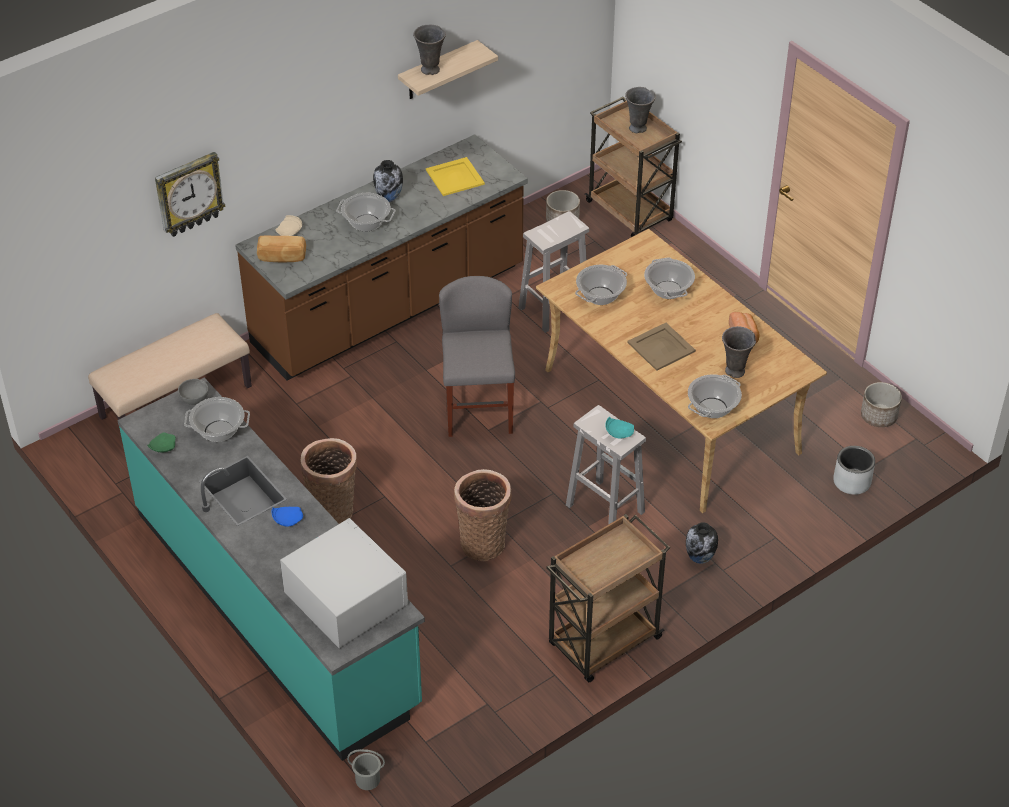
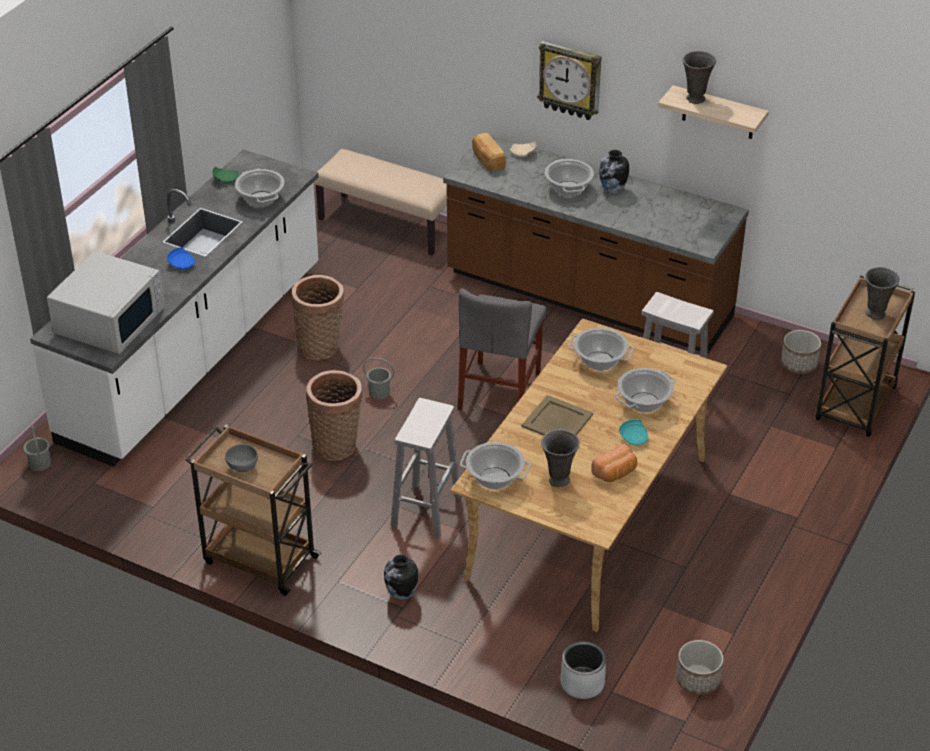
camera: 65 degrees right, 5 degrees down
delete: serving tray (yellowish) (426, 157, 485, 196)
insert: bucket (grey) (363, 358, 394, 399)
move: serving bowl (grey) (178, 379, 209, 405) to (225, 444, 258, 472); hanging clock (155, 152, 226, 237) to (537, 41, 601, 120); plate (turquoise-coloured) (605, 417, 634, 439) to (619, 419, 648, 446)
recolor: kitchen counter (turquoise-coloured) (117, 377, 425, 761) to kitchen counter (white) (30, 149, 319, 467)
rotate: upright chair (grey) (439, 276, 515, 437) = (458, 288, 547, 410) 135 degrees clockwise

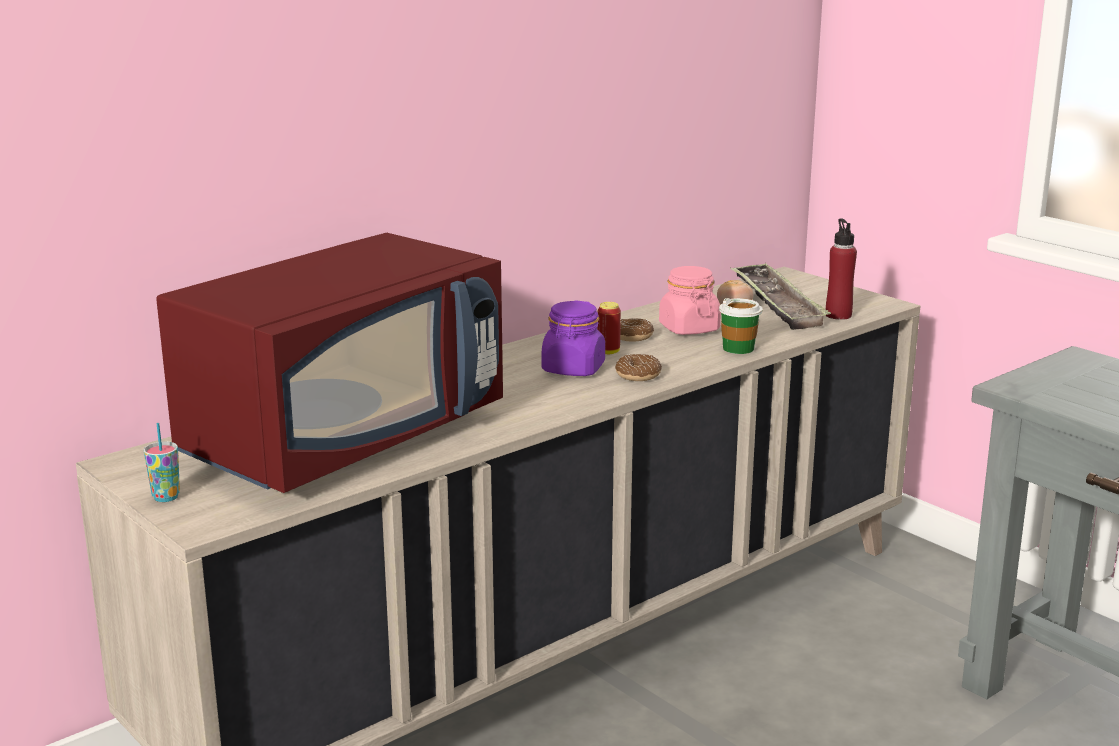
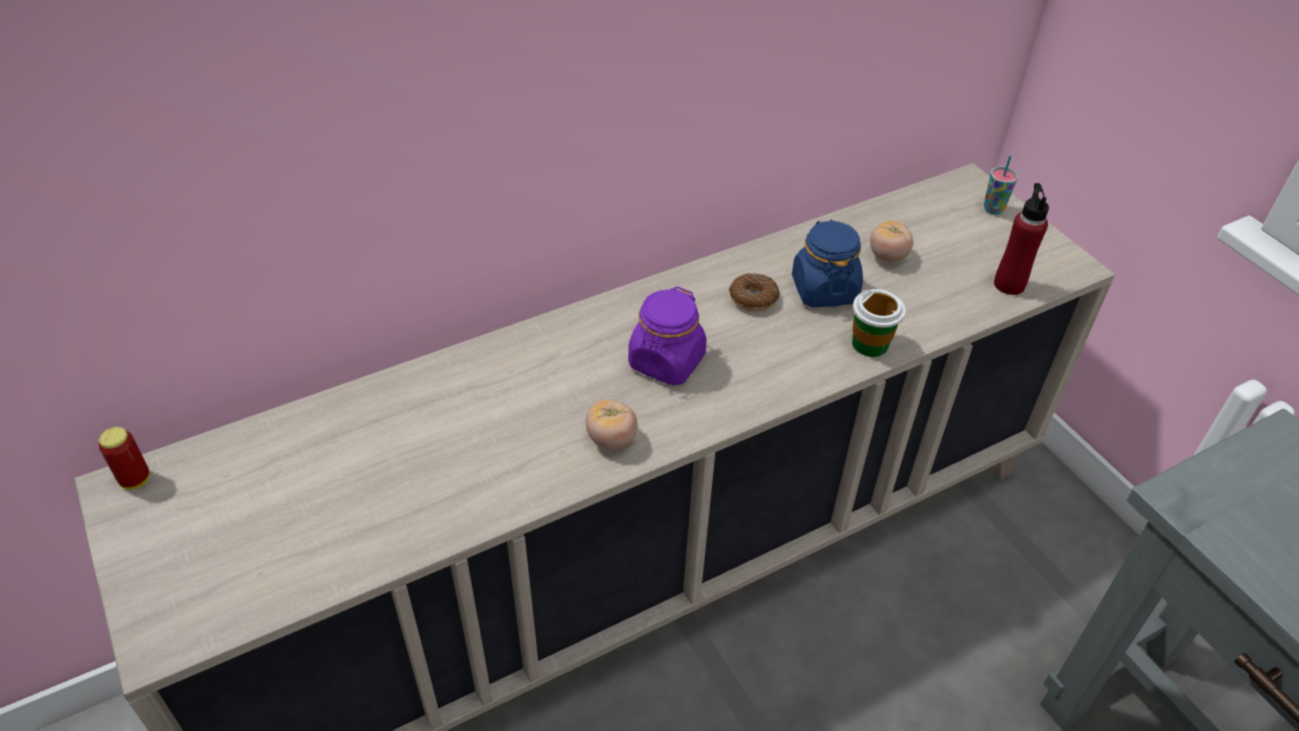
camera: 10 degrees right, 25 degrees up
delete: kitchen microwave (red-coloured) (156, 233, 503, 493); ring doughnut (615, 354, 662, 381); serving tray (730, 263, 831, 330)
insert: tomato (586, 399, 638, 450)
move: metal can (597, 302, 621, 354) to (99, 427, 150, 489); cup (143, 423, 180, 502) to (984, 156, 1018, 215)
recolor: preserve jar (pink-coloured) (659, 266, 721, 335) to preserve jar (bluish) (792, 219, 863, 308)

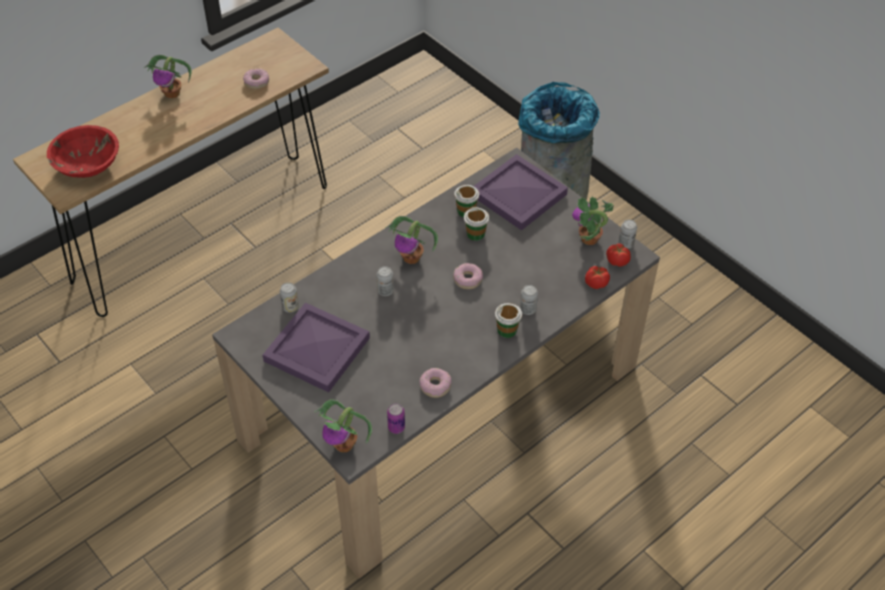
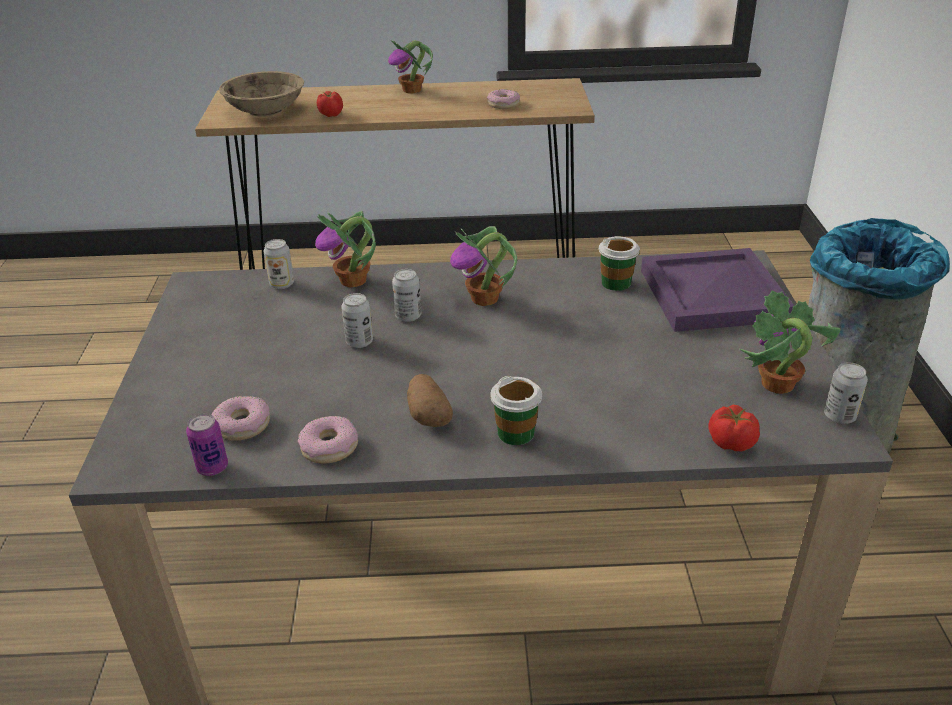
camera: 40 degrees right, 15 degrees down
delete: serving tray (purple) (263, 302, 370, 393); cup (464, 207, 489, 241)
insert: potato (407, 374, 453, 427)
move: ring doughnut (453, 263, 483, 289) to (212, 396, 270, 441); houseplant (315, 399, 372, 452) to (315, 211, 376, 287); tomato (606, 243, 631, 267) to (317, 91, 343, 117); metal can (520, 285, 538, 315) to (341, 293, 373, 348)
recolor: serving bowl (red-coloured) (47, 125, 119, 178) to serving bowl (sand-coloured) (219, 71, 304, 117)

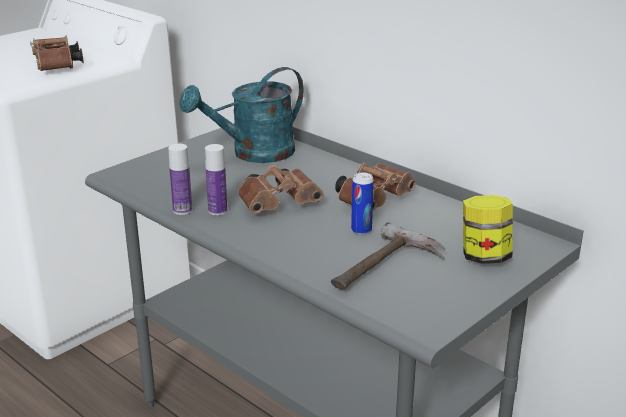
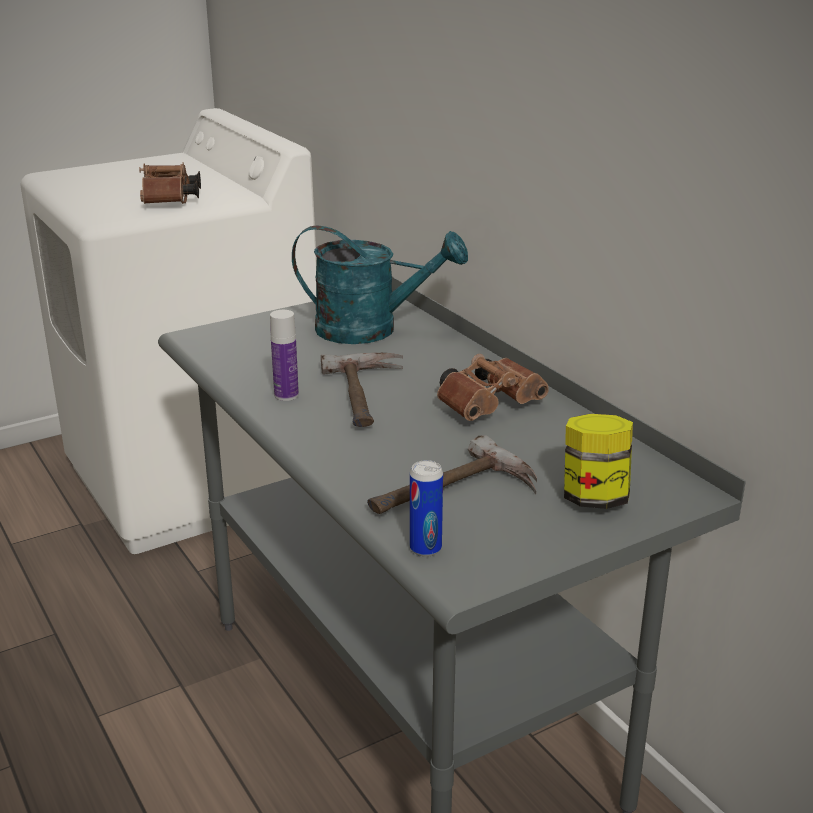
camera: 15 degrees right, 0 degrees up
delete: drink bottle (168, 144, 192, 215)
move: metal can (351, 172, 374, 235) to (410, 460, 443, 557)
replace: pair of binoculars (brown) (238, 164, 324, 214) to hammer (321, 353, 403, 427)
rotate: watering can (turquoise-coloured) (179, 67, 304, 163) = (292, 225, 468, 344) 150 degrees counterclockwise

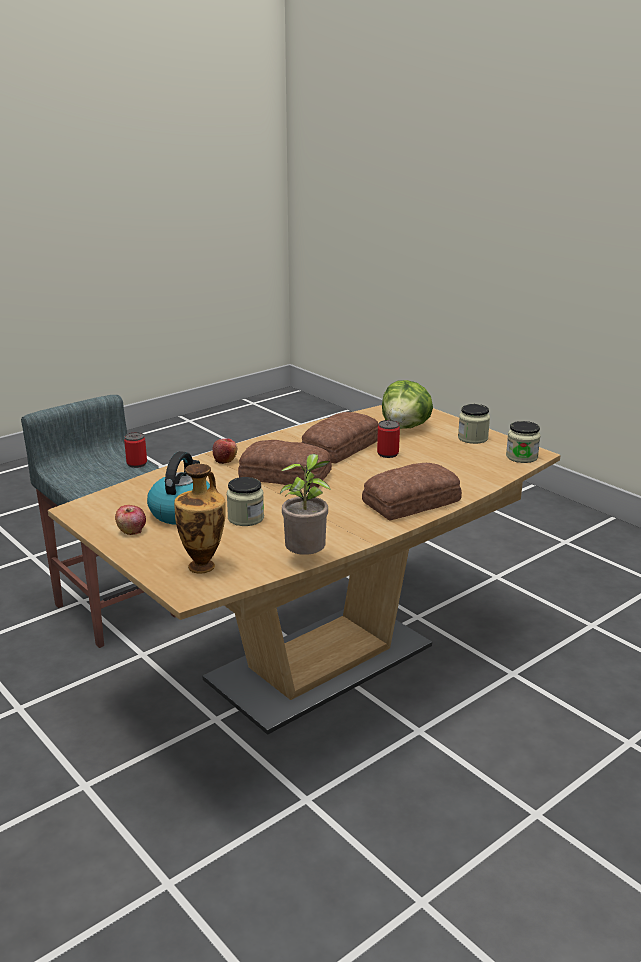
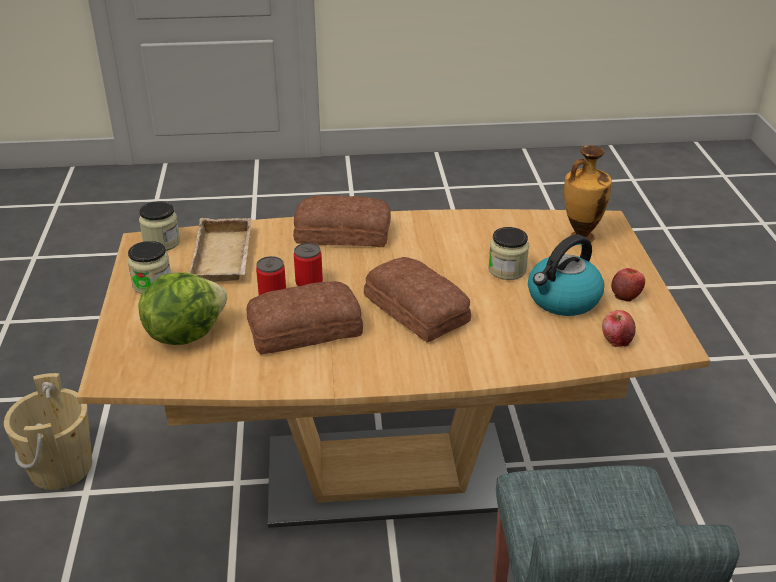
camera: 145 degrees left, 10 degrees up
delete: houseplant (280, 454, 331, 555)
insert: bucket (sand-coloured) (4, 373, 92, 490); serving tray (sand-coloured) (189, 218, 252, 282)
move: metal can (124, 432, 147, 468) to (294, 243, 323, 286); whole apple (212, 439, 237, 464) to (602, 310, 636, 347)

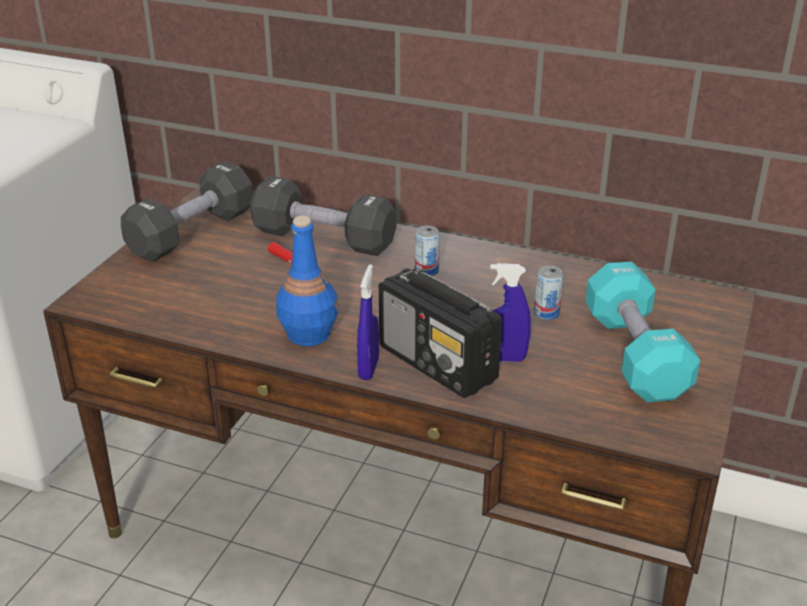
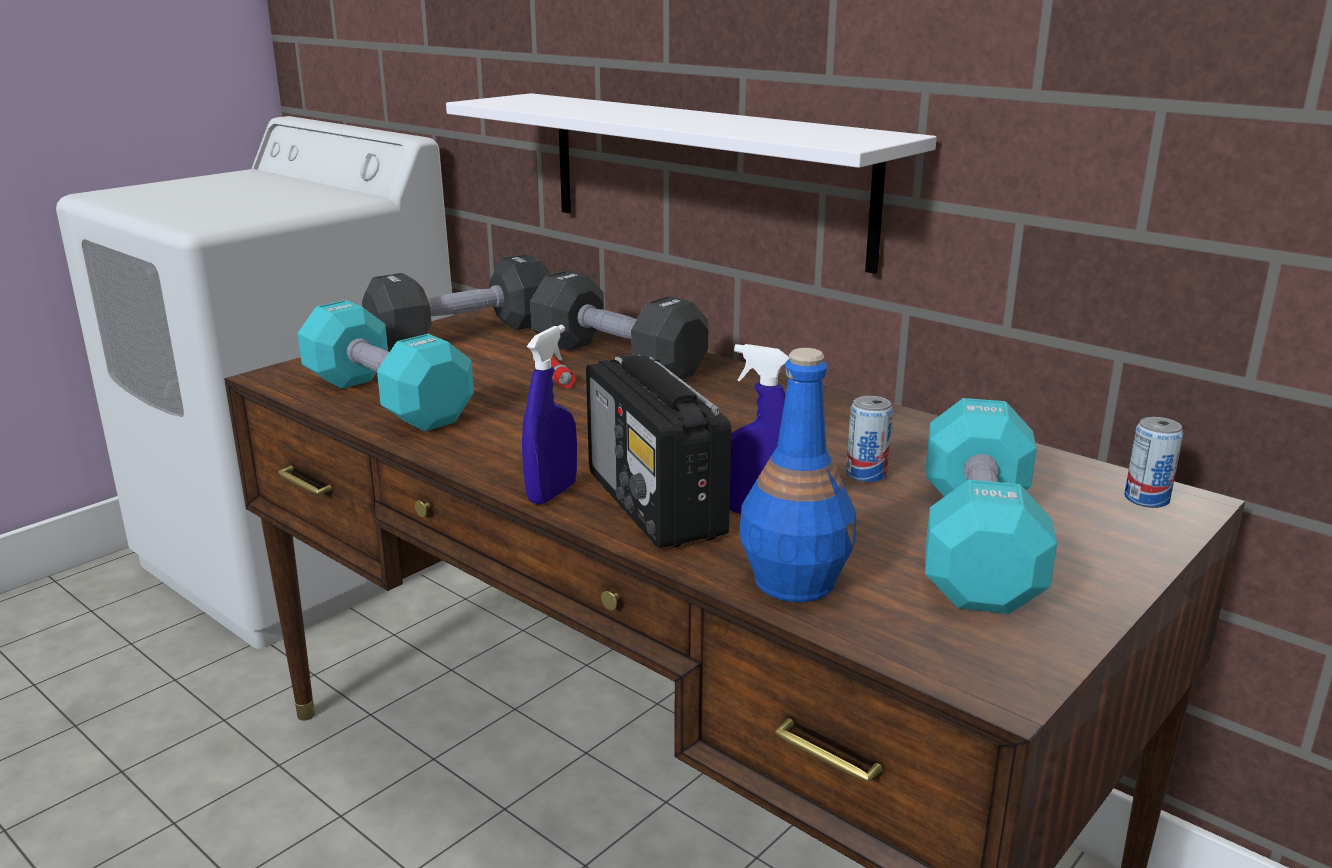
camera: 20 degrees right, 10 degrees down
insert: free weight (turquoise-coloured) (298, 300, 474, 432); shelf (white) (446, 93, 937, 274)
move: drink bottle (bluish) (276, 216, 338, 346) to (739, 348, 856, 602); metal can (415, 226, 440, 276) to (1124, 417, 1184, 508)

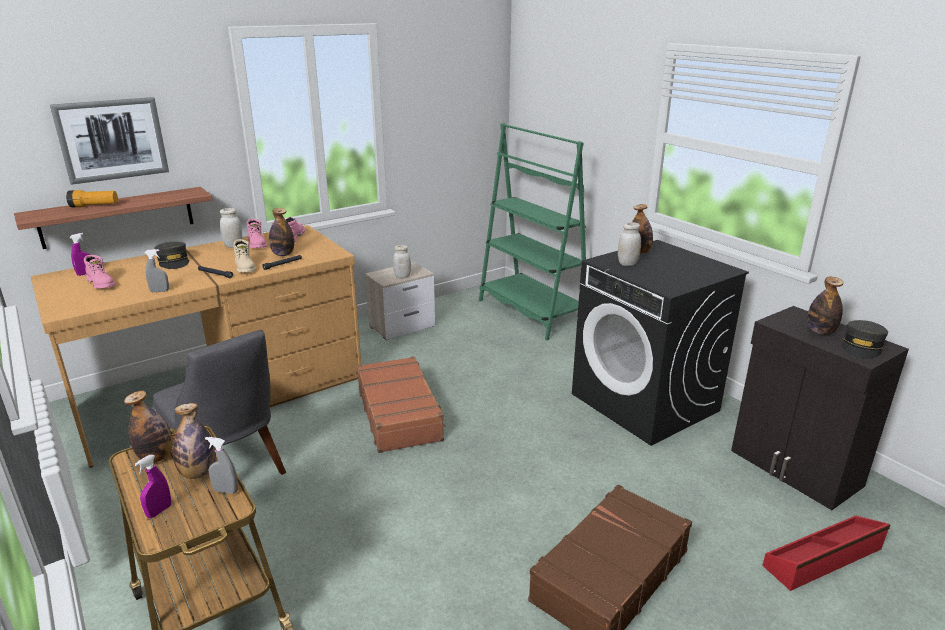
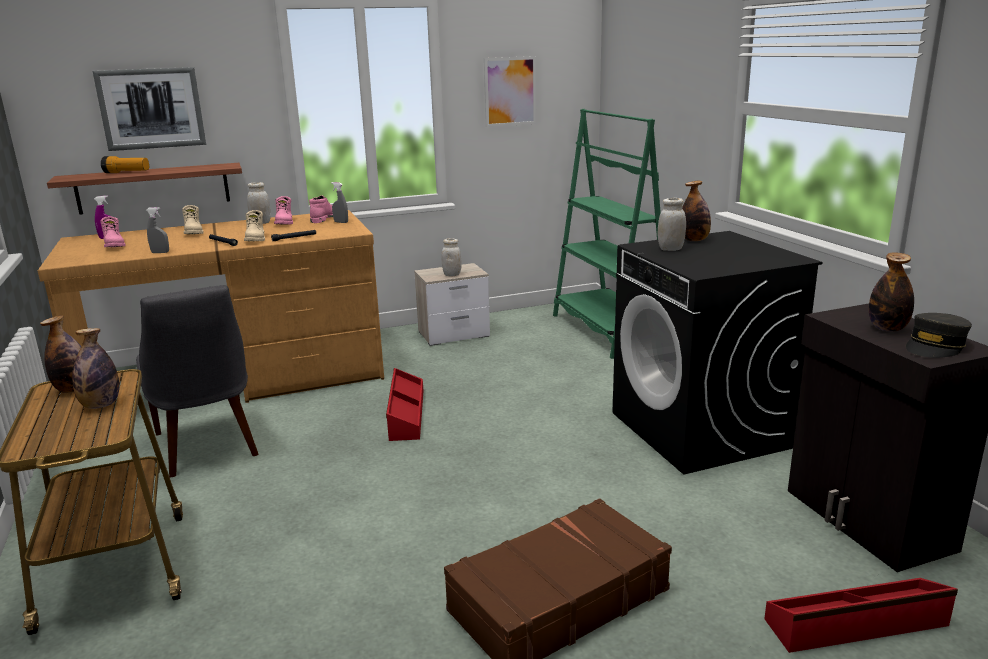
camera: 15 degrees right, 5 degrees down
delete: sprayer (purple) (135, 455, 171, 518); drink bottle (269, 208, 294, 256)
insert: wall art (484, 56, 536, 127)
move: sprayer (grey) (205, 437, 238, 494) to (331, 182, 348, 223)
replace: baseball cap (grey) (154, 242, 189, 269) to high-top boot (sand-coloured) (182, 205, 203, 234); suitcase (brown) (357, 356, 446, 453) to storage box (red-coloured) (386, 368, 424, 441)

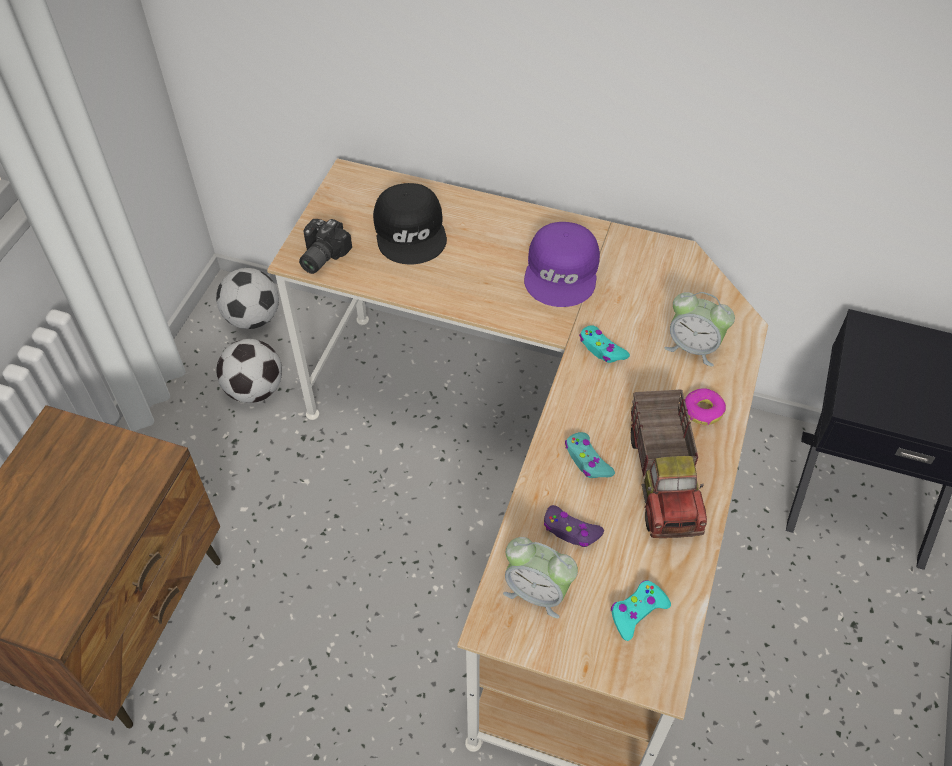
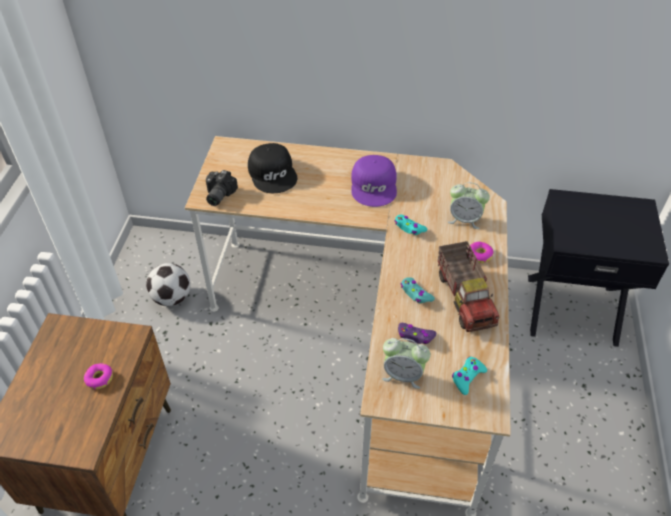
camera: 10 degrees left, 5 degrees down
delete: ball for football (216, 268, 279, 329)
insert: ring doughnut (84, 363, 113, 389)

